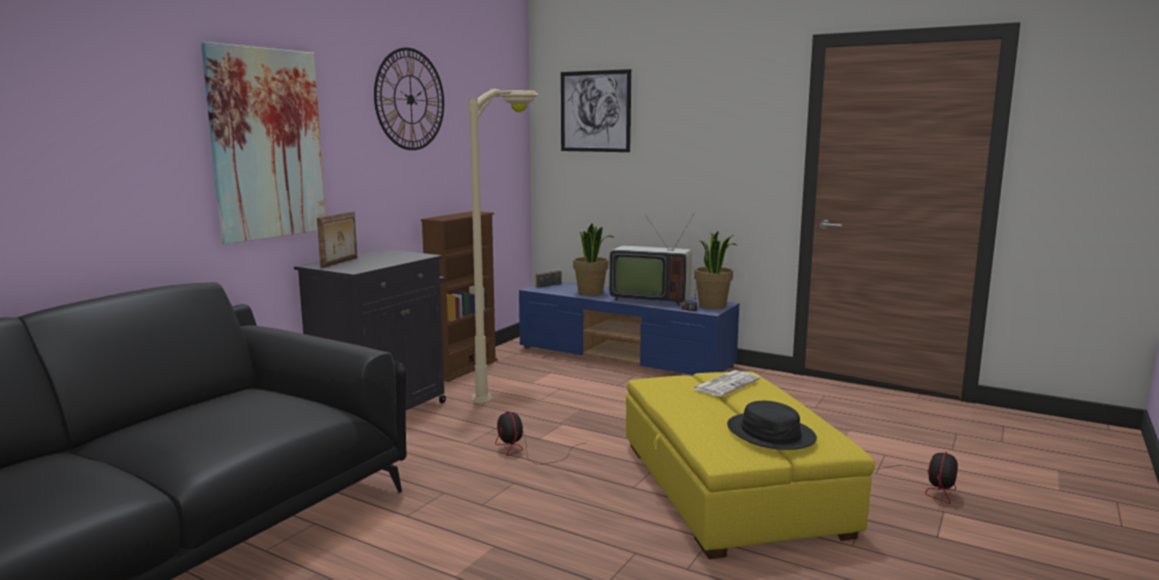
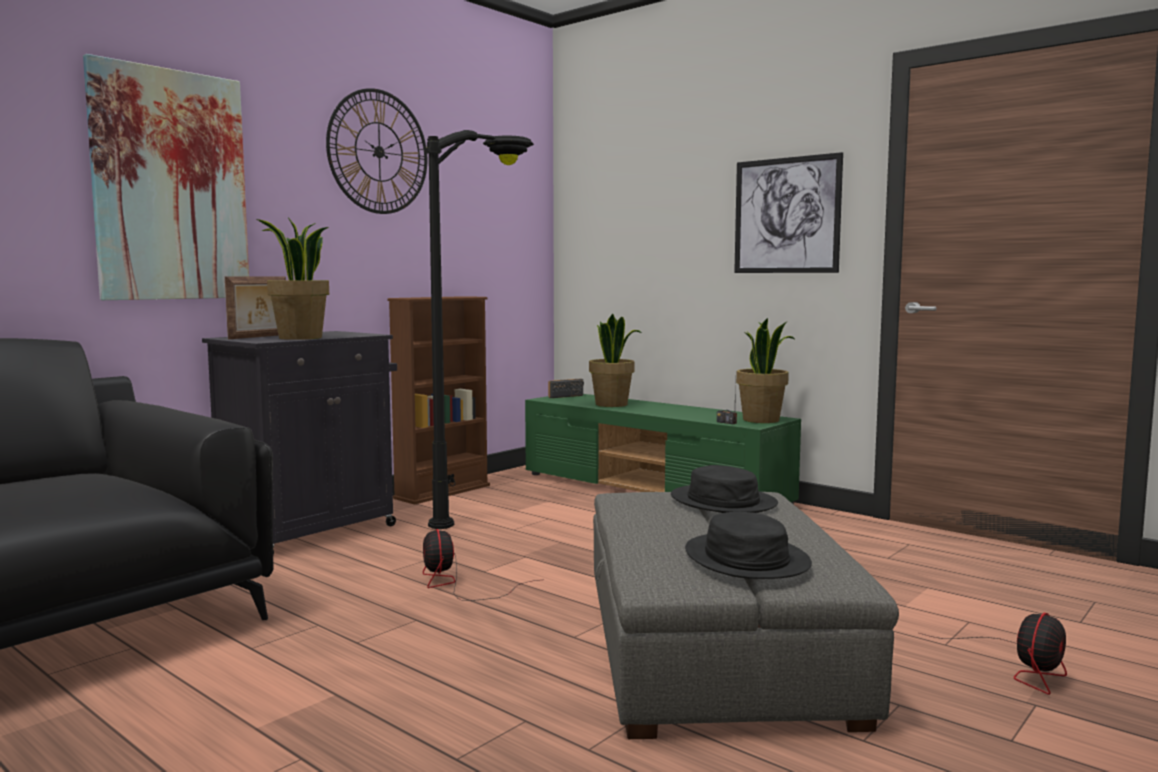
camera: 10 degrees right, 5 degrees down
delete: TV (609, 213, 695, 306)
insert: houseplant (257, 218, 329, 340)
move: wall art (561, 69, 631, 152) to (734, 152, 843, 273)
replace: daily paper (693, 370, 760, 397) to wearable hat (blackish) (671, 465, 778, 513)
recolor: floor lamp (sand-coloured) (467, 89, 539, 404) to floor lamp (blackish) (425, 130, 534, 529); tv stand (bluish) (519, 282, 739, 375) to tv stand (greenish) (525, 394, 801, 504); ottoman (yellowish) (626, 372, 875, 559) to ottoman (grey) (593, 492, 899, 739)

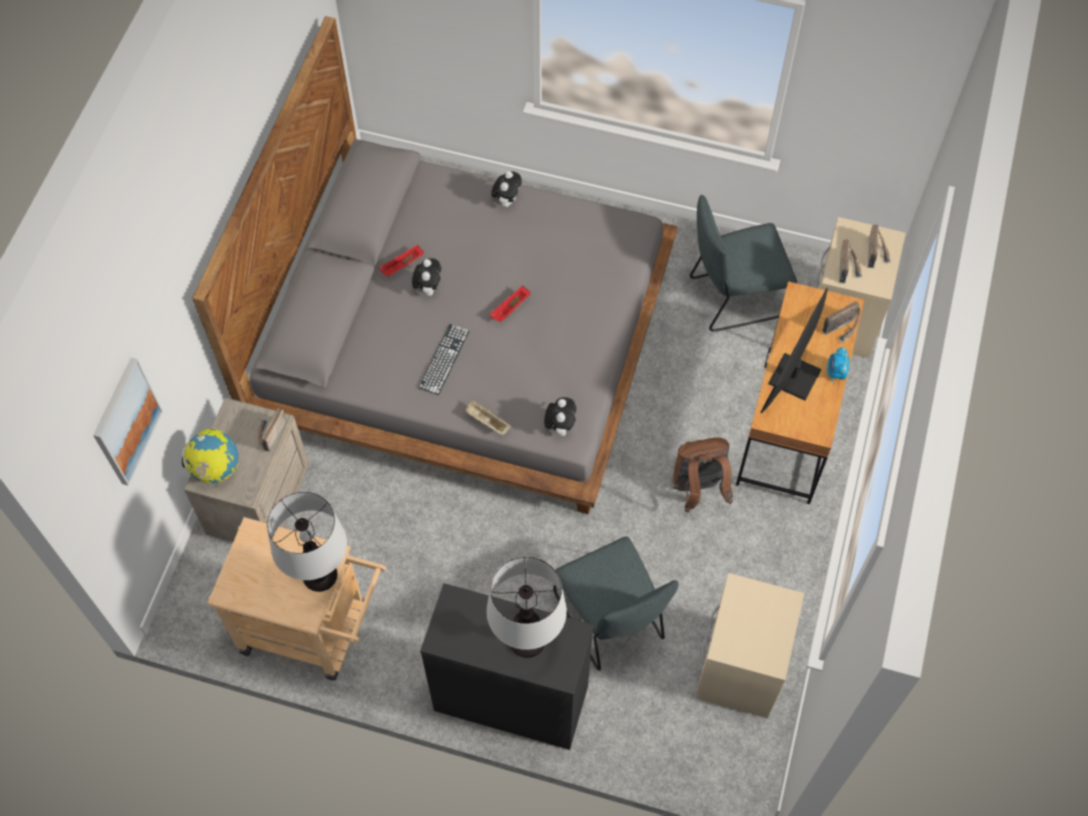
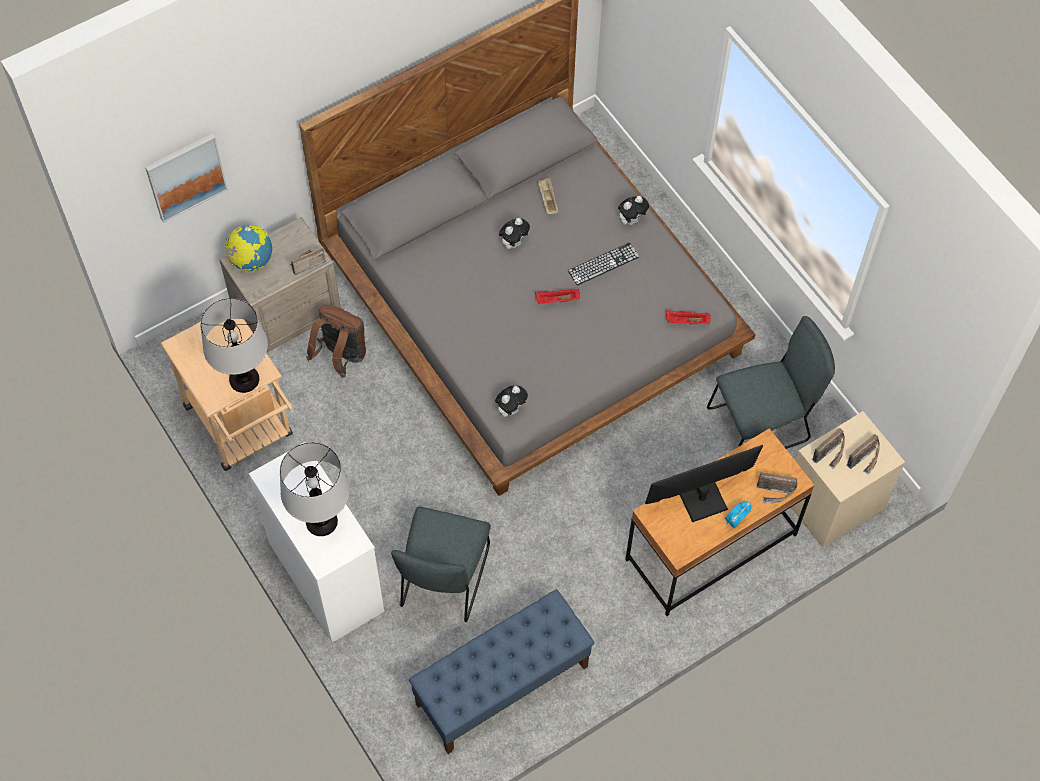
camera: 40 degrees right, 0 degrees up
move: backpack (brown) (673, 437, 733, 512) to (306, 306, 366, 378); serving tray (sand-coloured) (465, 400, 511, 435) to (538, 178, 559, 214); keyboard (419, 324, 470, 395) to (568, 242, 639, 285); serving tray (red-coloured) (379, 245, 424, 277) to (666, 310, 710, 324)
replace: night table (sand-coloured) (697, 573, 804, 718) to long seat (bluish) (409, 589, 594, 754)
recolor: drawer chest (blackish) (420, 583, 594, 750) to drawer chest (white) (249, 442, 384, 643)
rotate: upright chair (grey) (690, 195, 797, 332) = (707, 316, 835, 449) 135 degrees clockwise

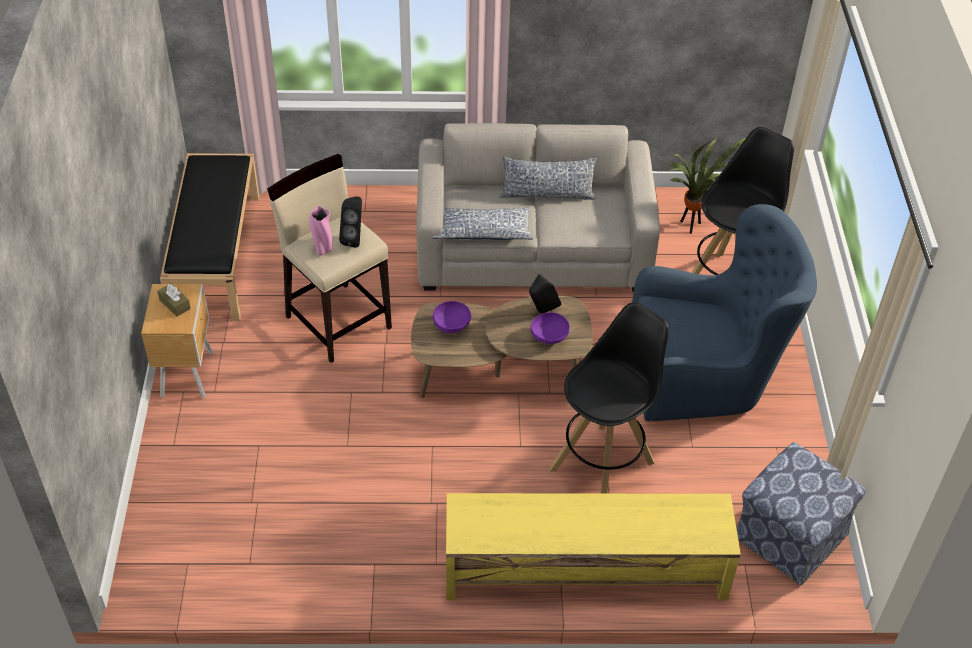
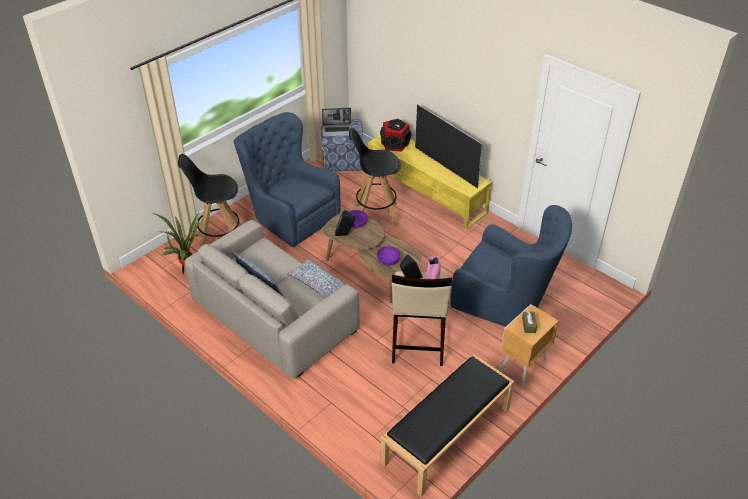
camera: 135 degrees left, 5 degrees down
insert: notebook computer (322, 108, 352, 137); speaker (380, 118, 412, 152); TV (415, 104, 483, 189); lounge chair (bluish) (450, 205, 572, 326)

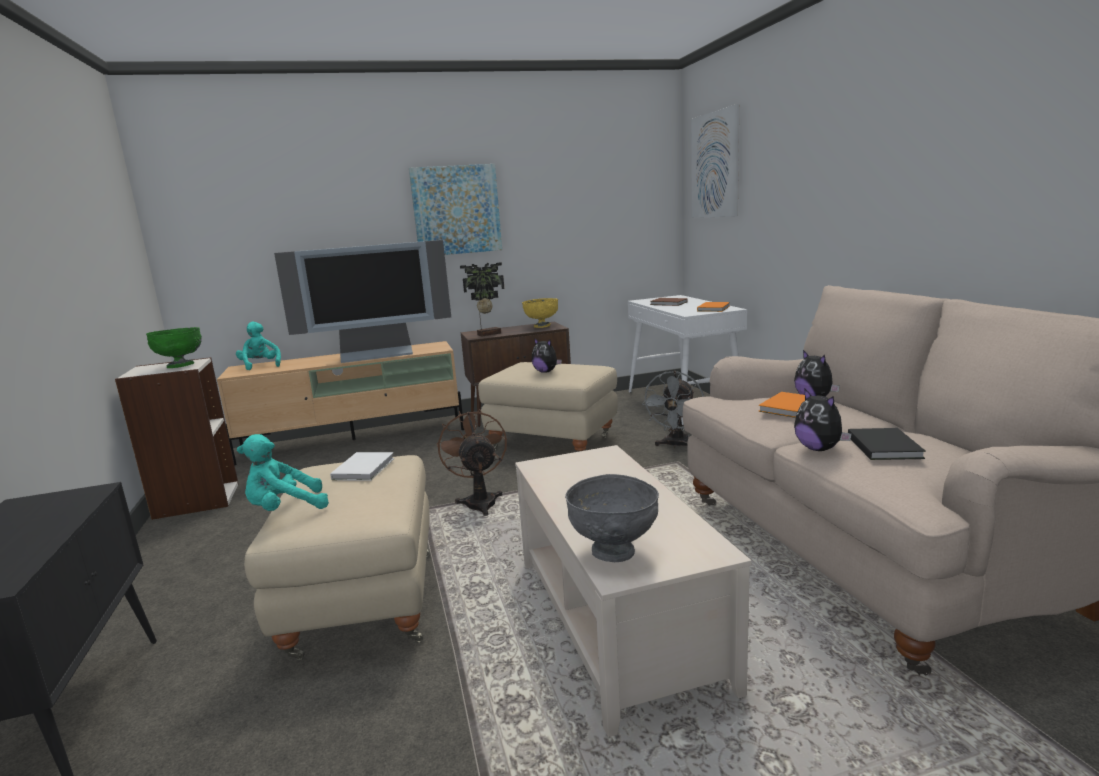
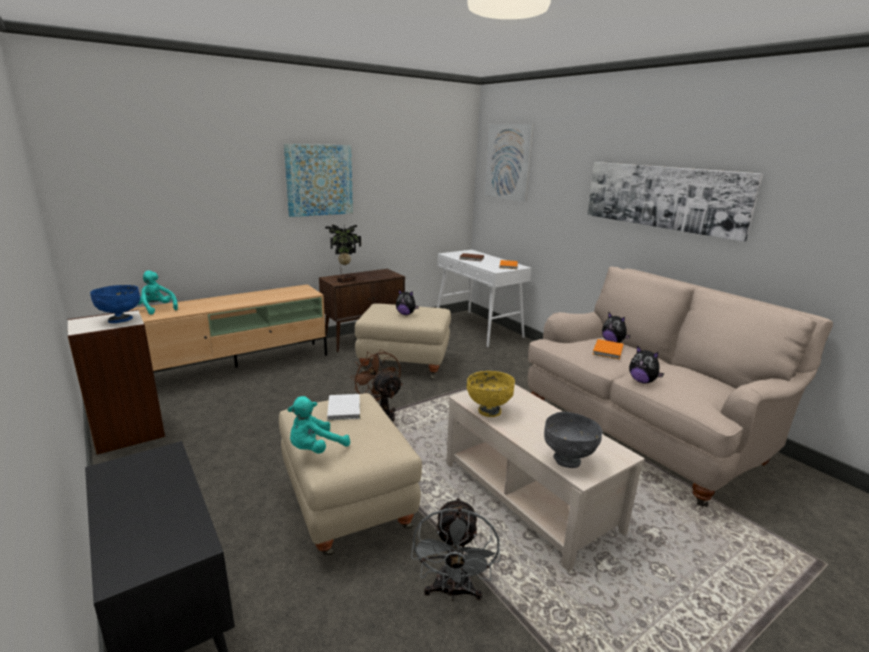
camera: 20 degrees left, 5 degrees up
delete: TV (274, 240, 451, 363); volume (blackish) (848, 428, 926, 460)
insert: wall art (587, 162, 763, 242)
move: cooling fan (grey) (642, 371, 704, 448) to (411, 497, 500, 601); serving bowl (yellowish) (522, 298, 558, 328) to (467, 371, 515, 417)
recolor: serving bowl (greenish) (146, 327, 202, 368) to serving bowl (bluish) (90, 285, 140, 323)

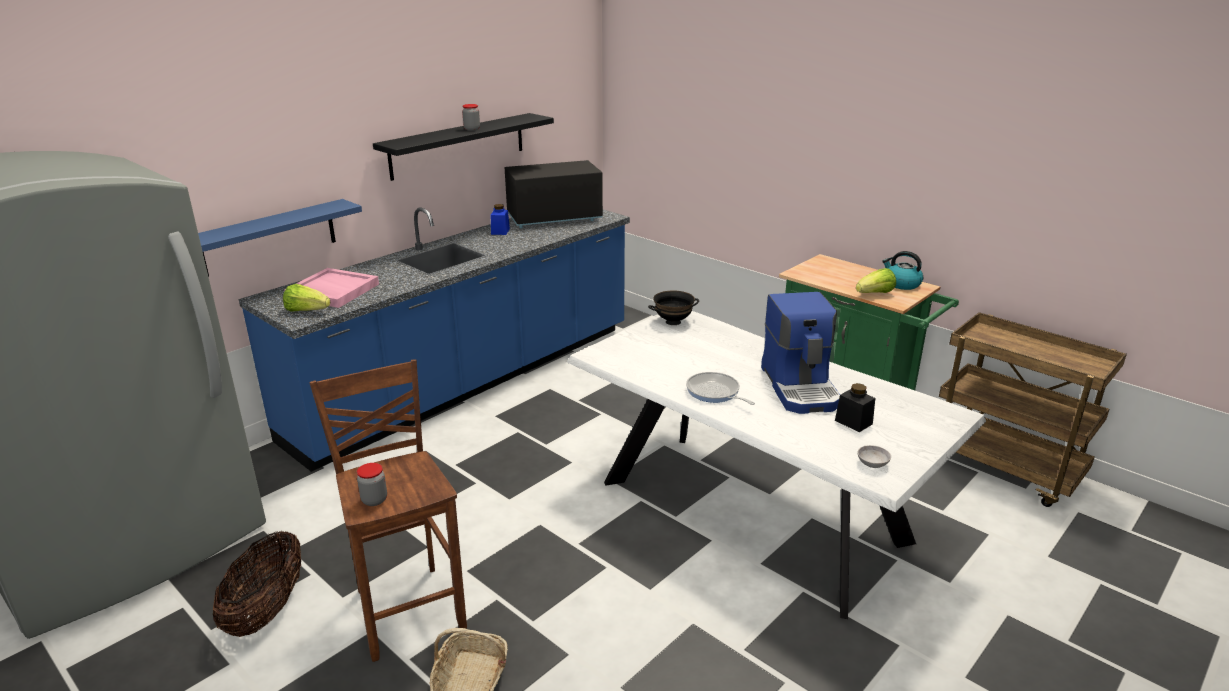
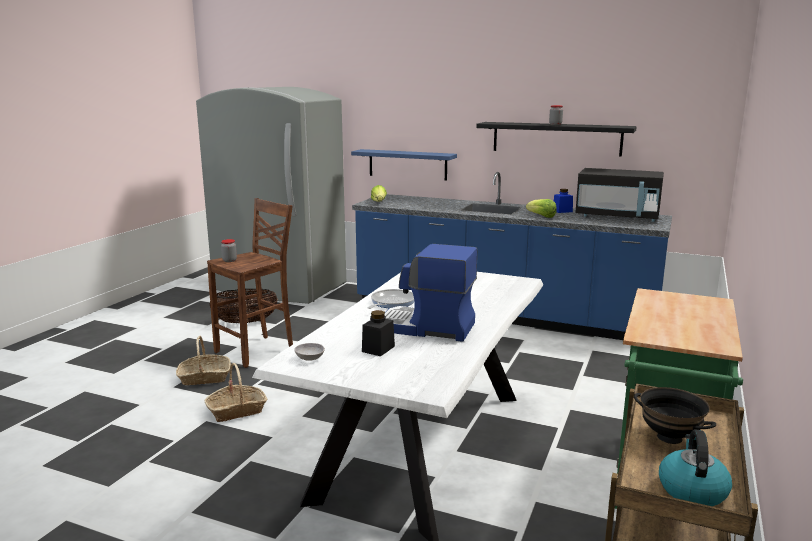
camera: 70 degrees right, 10 degrees down
delete: serving tray (pink-coloured) (284, 268, 379, 308)
insert: household basket (205, 363, 268, 422)
move: lettuce head (856, 268, 896, 293) to (526, 199, 557, 218); serving bowl (blackish) (648, 291, 699, 325) to (634, 387, 716, 444); water kettle (882, 251, 923, 290) to (659, 429, 732, 506)
rotate: coffee machine (761, 292, 840, 414) = (385, 244, 477, 342) 45 degrees clockwise; kitchen microwave (blackish) (504, 160, 603, 228) = (575, 168, 664, 222) 150 degrees clockwise

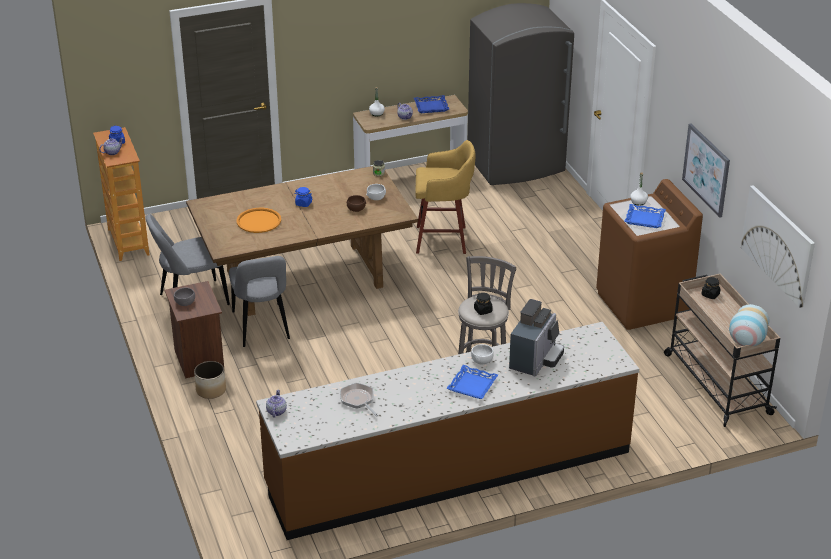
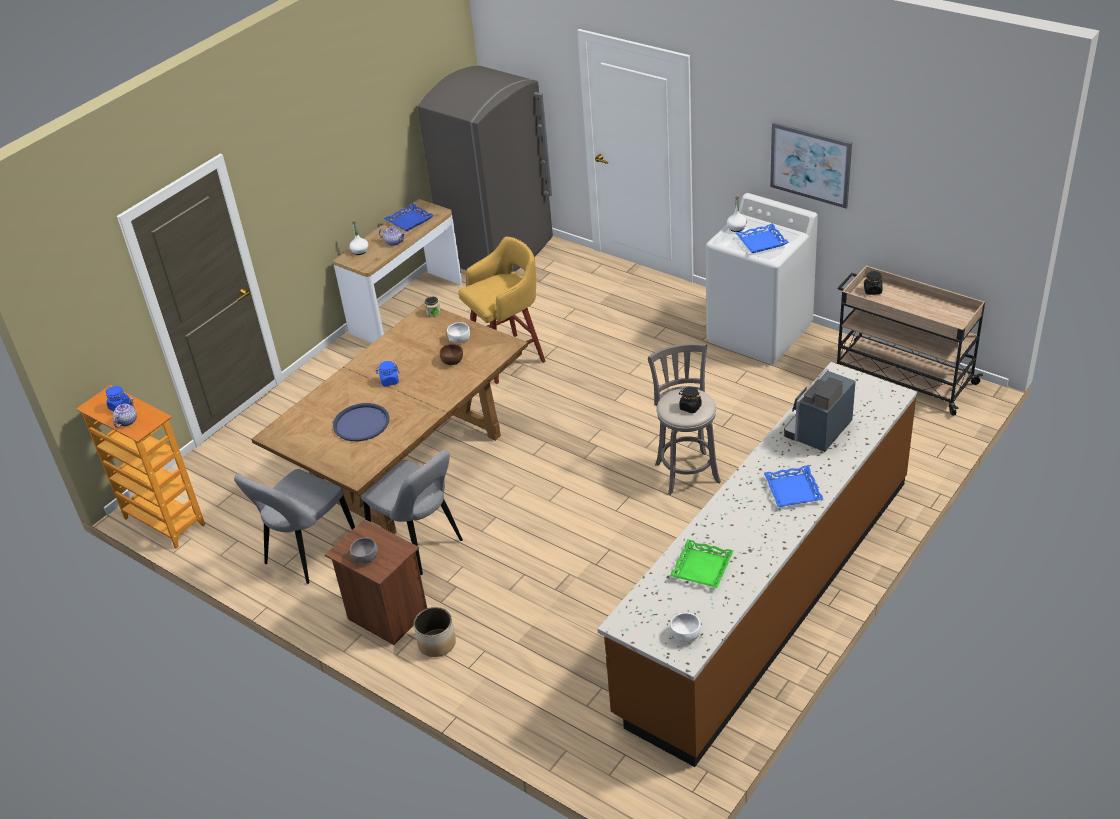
camera: 30 degrees left, 5 degrees up
delete: teapot (266, 390, 287, 417); vase (729, 304, 770, 346); wall art (741, 185, 815, 308)
move: serving bowl (white) (471, 344, 494, 364) to (670, 613, 701, 642)
replace: pan (340, 383, 378, 417) to serving tray (greenish) (670, 539, 734, 588)
recolor: serving tray (orangey) (236, 208, 281, 233) to serving tray (bluish) (333, 403, 390, 441); washing machine (brown) (596, 179, 703, 330) to washing machine (white) (706, 193, 818, 365)
rotate: coffee machine (509, 299, 564, 377) = (784, 369, 856, 452) 135 degrees counterclockwise

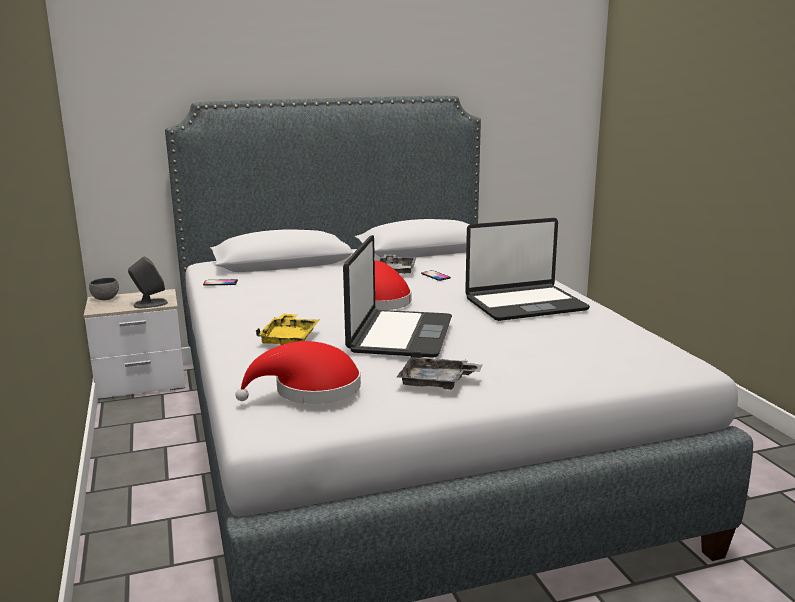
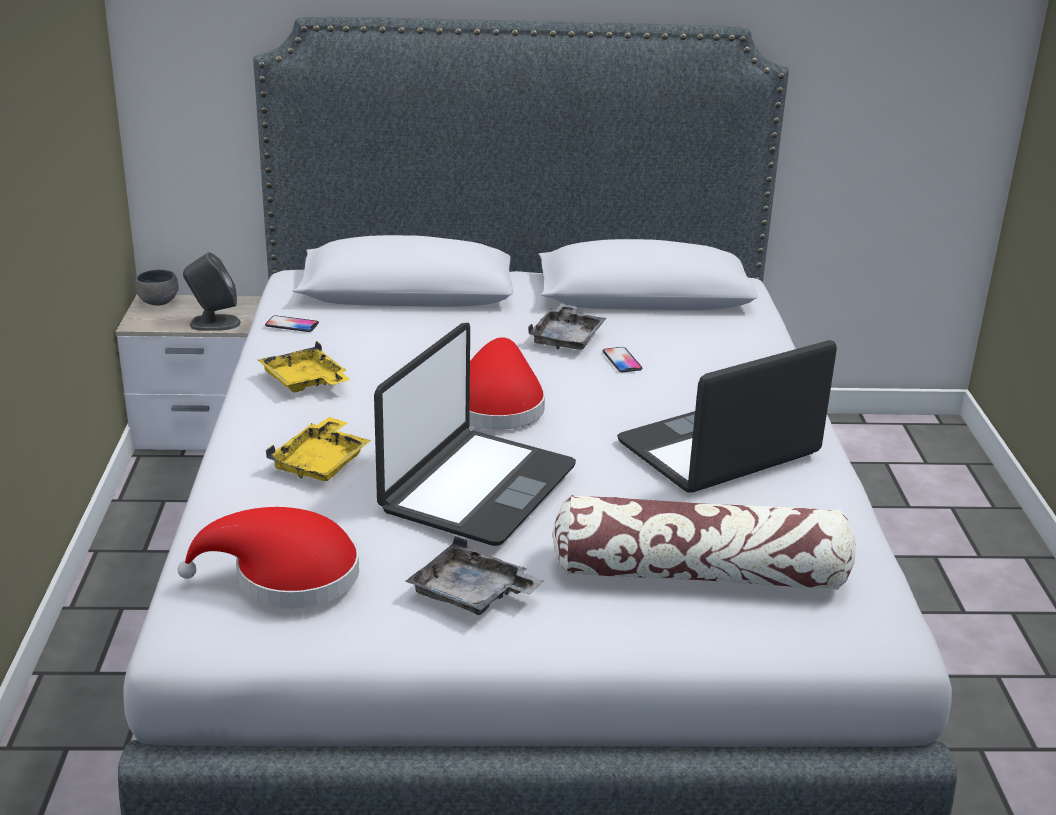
camera: 15 degrees right, 10 degrees up
insert: serving tray (yellowish) (258, 341, 350, 393); cushion (552, 495, 856, 590)
rotate: notebook computer (465, 218, 590, 321) = (617, 340, 837, 493) 150 degrees clockwise

